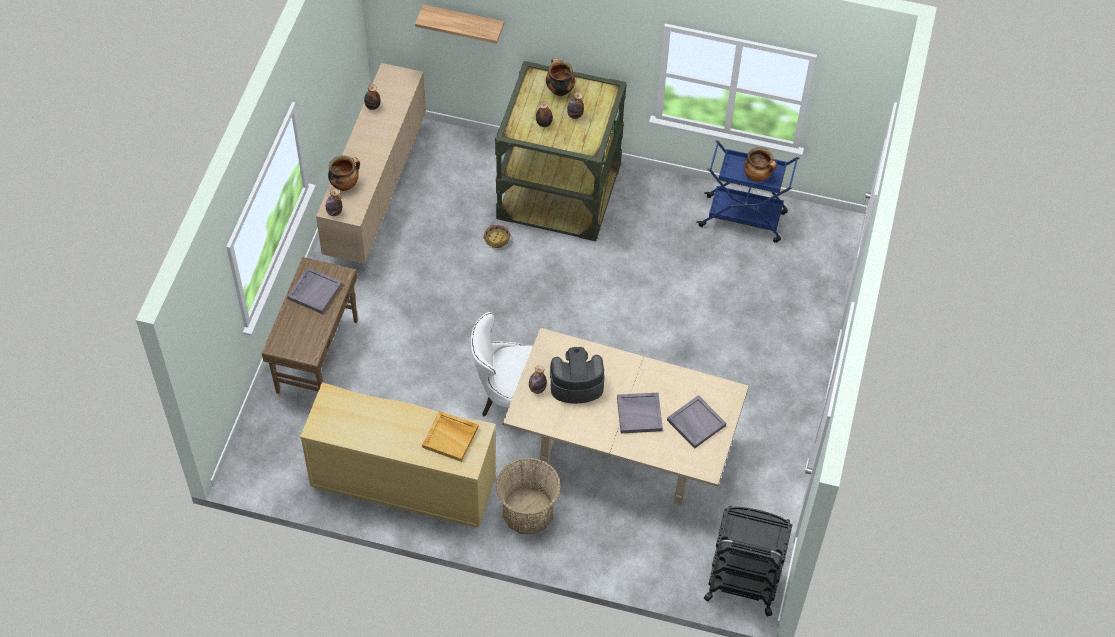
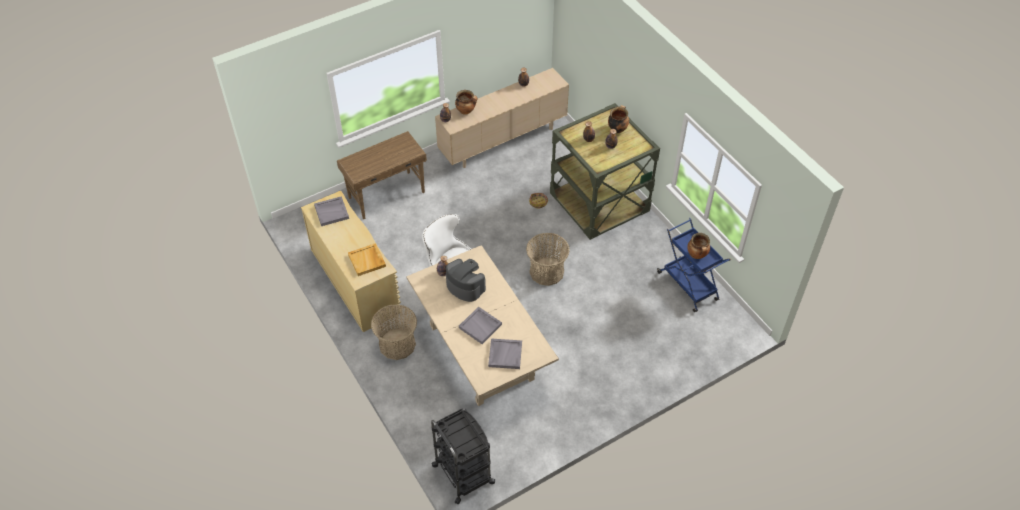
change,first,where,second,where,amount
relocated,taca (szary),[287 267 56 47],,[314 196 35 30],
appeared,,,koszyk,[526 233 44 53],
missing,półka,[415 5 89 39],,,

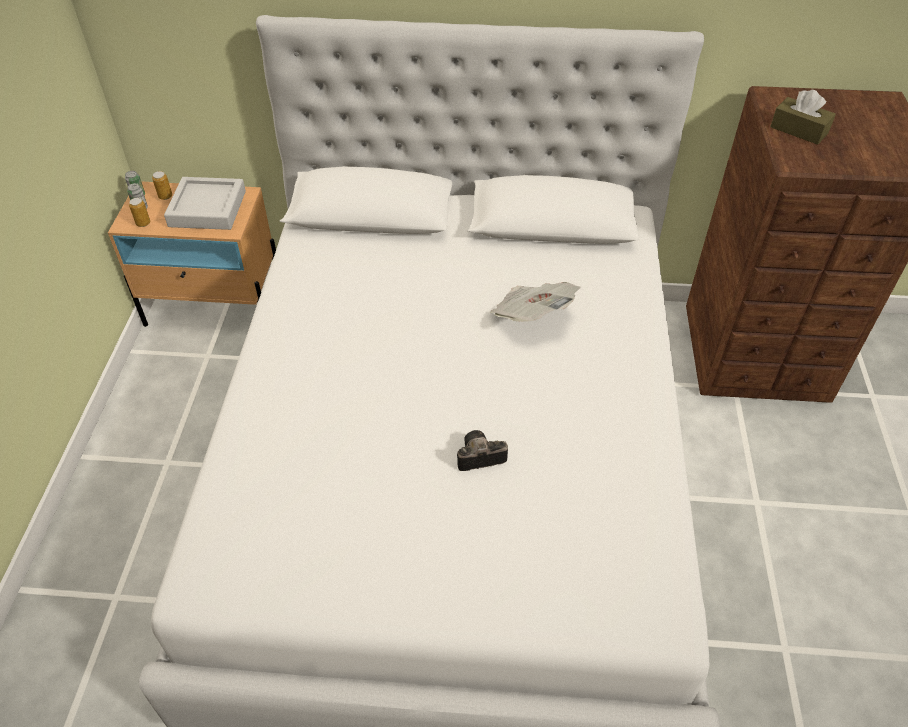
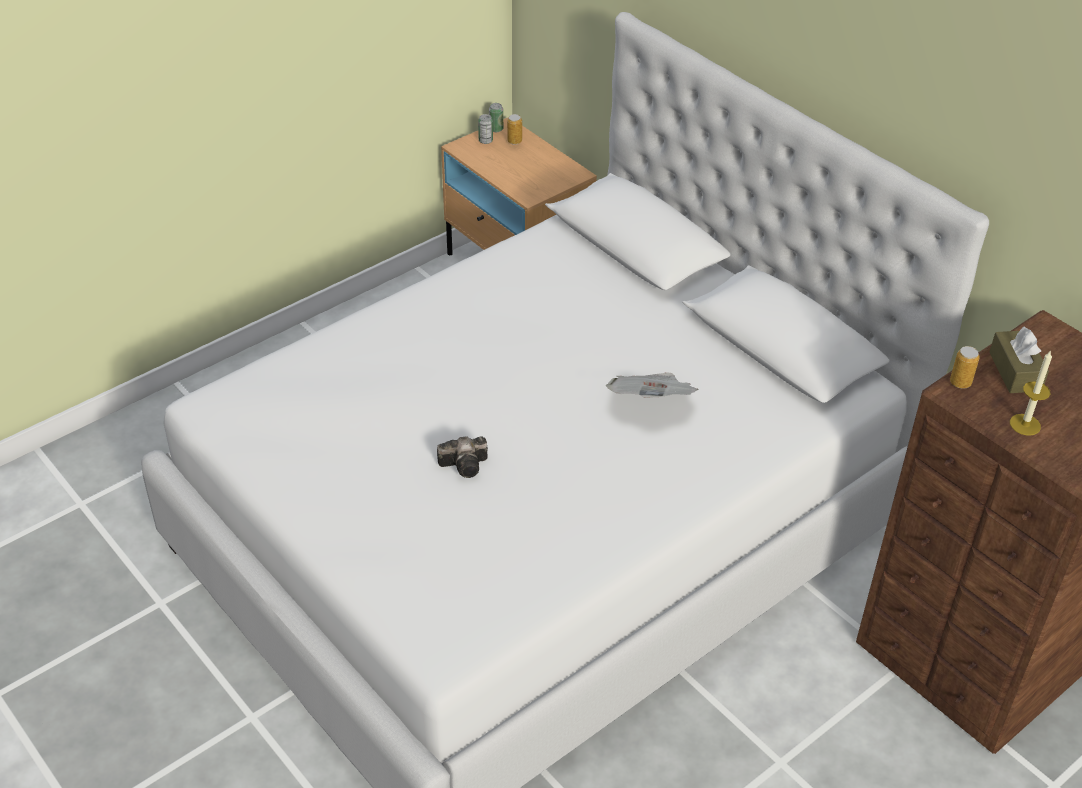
change,first,where,second,where,amount
spun,aparat fotograficzny,[457 430 51 41],,[437 436 51 42],135 degrees clockwise
relocated,puszka,[129 198 21 29],,[950 346 30 42],
appeared,,,świeca,[1010 350 42 86],
missing,taca (szary),[164 177 82 53],,,

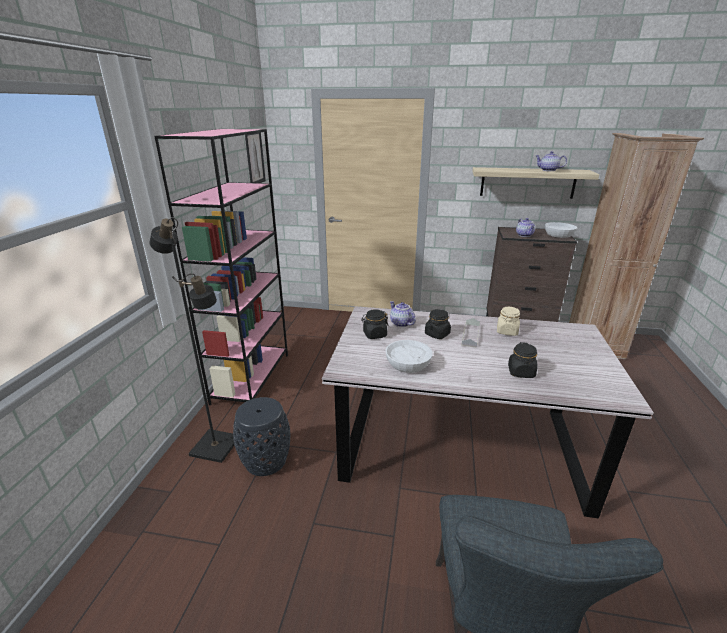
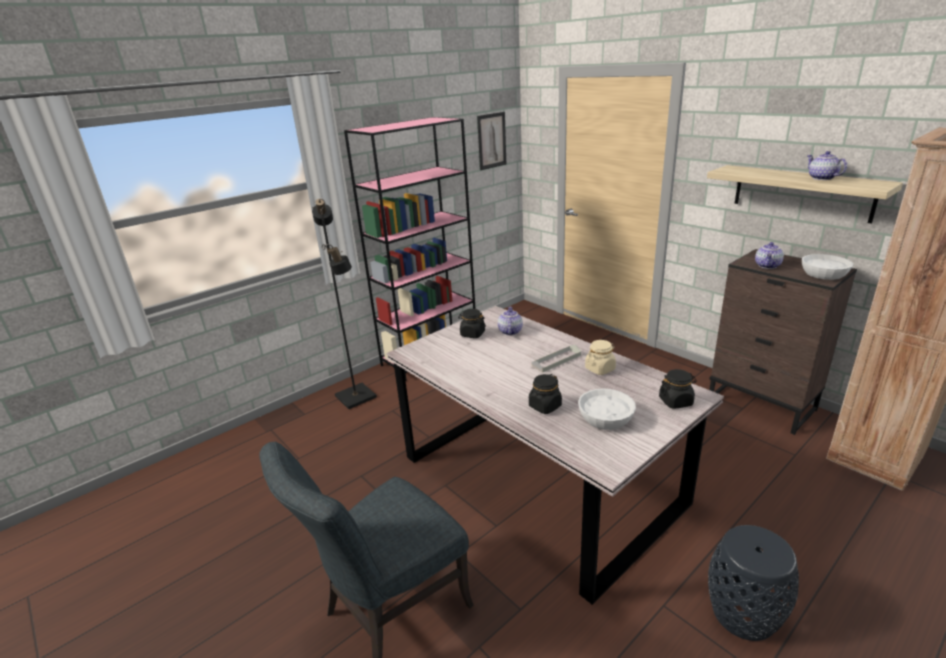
change,first,where,second,where,amount
relocated,miska (biały),[385 340 48 33],,[578 389 58 41],
relocated,słoik (czarny),[425 309 26 30],,[659 369 38 40],
relocated,stołek (czarny),[233 397 58 79],,[708 525 91 116],

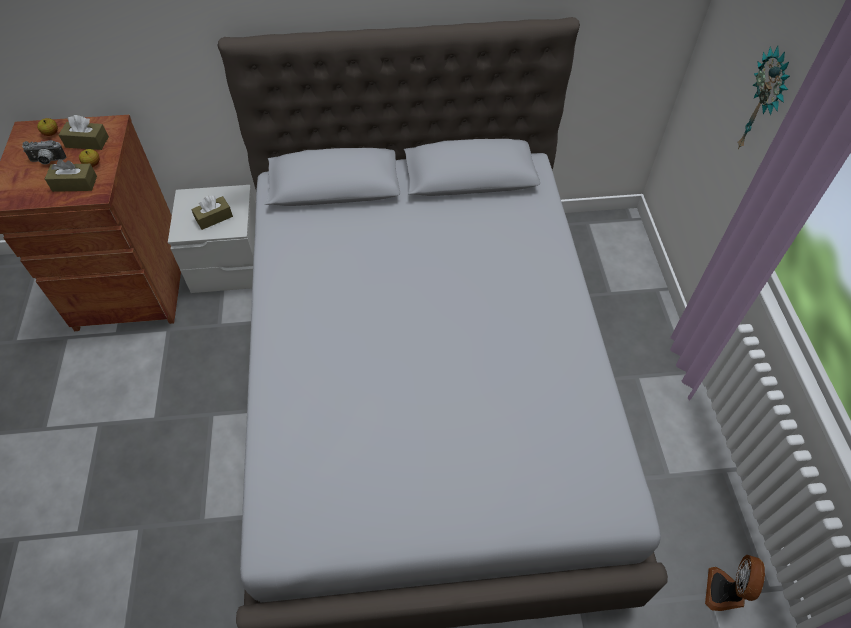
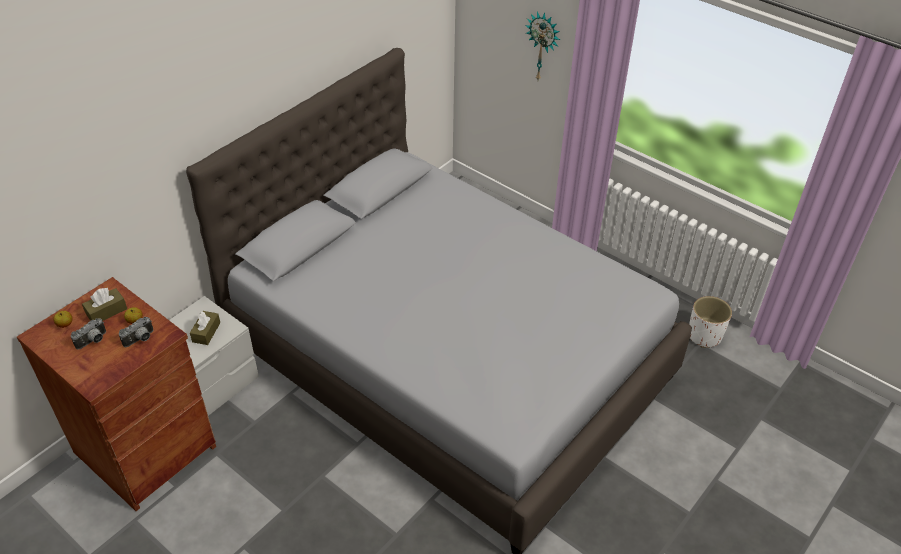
change,first,where,second,where,amount
exchanged,pudełko chusteczek (brązowy),[45 159 52 33],aparat fotograficzny,[119 317 35 30],
exchanged,wentylator,[705 555 60 56],donica (biały),[689 296 43 52],

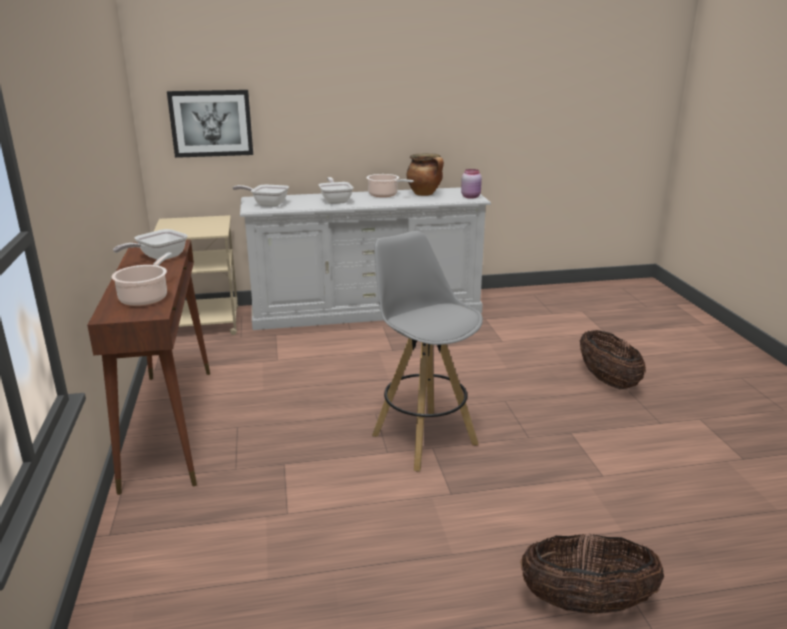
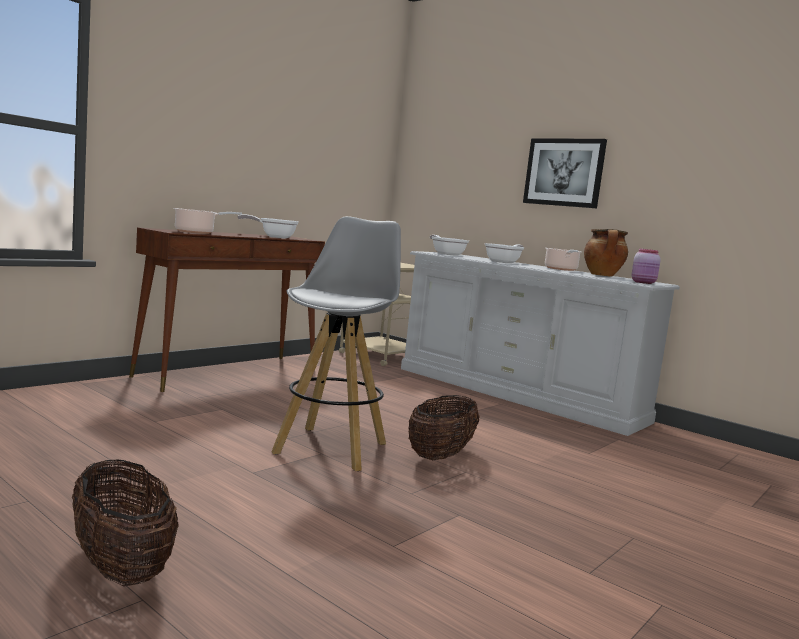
change,first,where,second,where,amount
relocated,koszyk,[580 330 66 59],,[408 395 72 65],
relocated,obraz,[167 90 86 68],,[523 138 84 70],

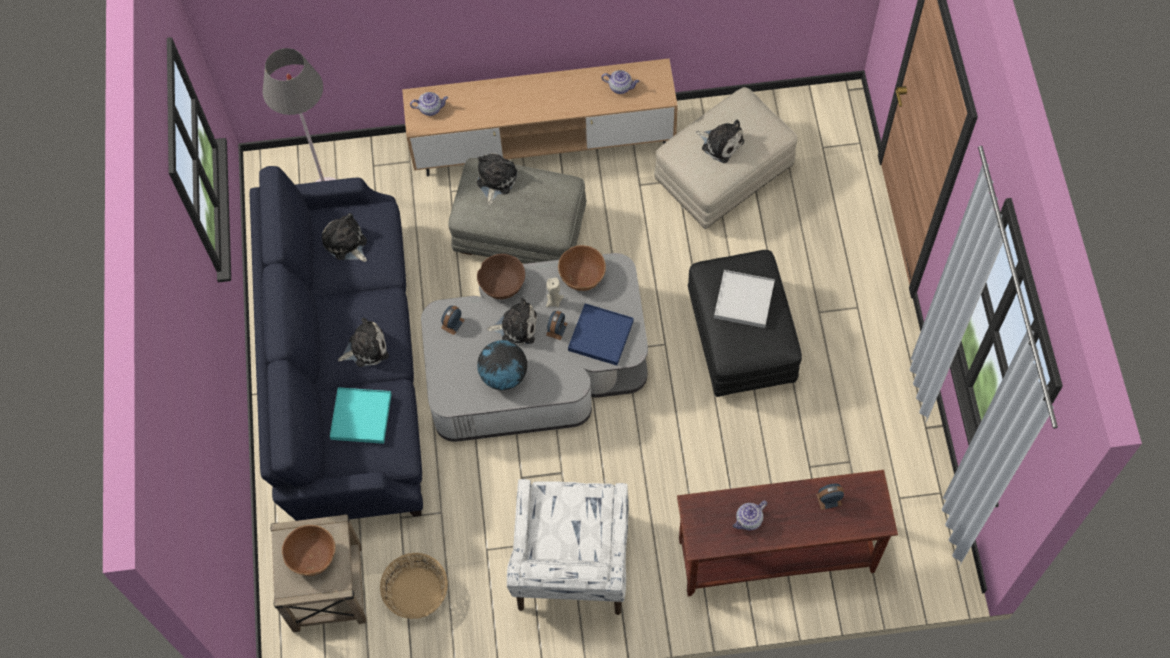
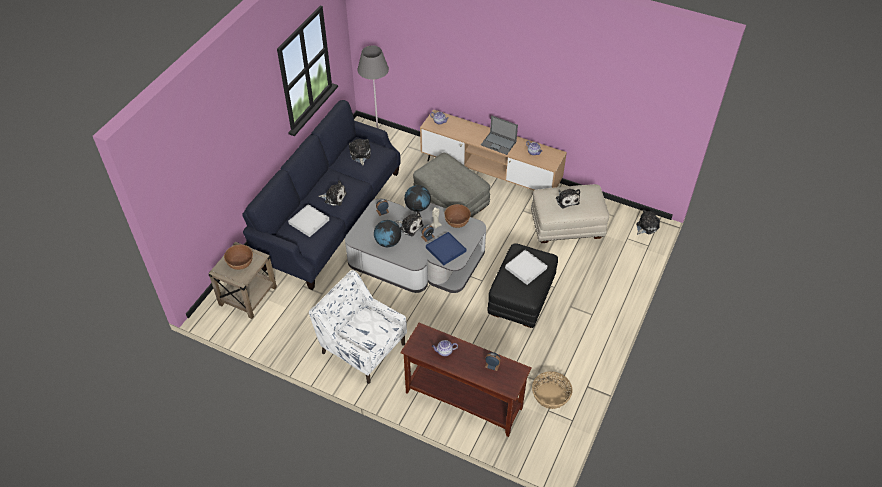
change,first,where,second,where,amount
colour,taca (turkusowy),[330 387 61 57],taca (biały),[288 204 41 33],
spun,fotel (biały),[507 479 122 136],,[309 270 98 114],90 degrees clockwise
exchanged,miska (brązowy),[477 254 48 45],globus,[404 185 27 27],
appeared,,,laptop,[481 115 37 40],
relocated,koszyk,[380 553 68 66],,[532 372 40 37],
relocated,pluszak,[477 153 40 52],,[636 210 24 25],

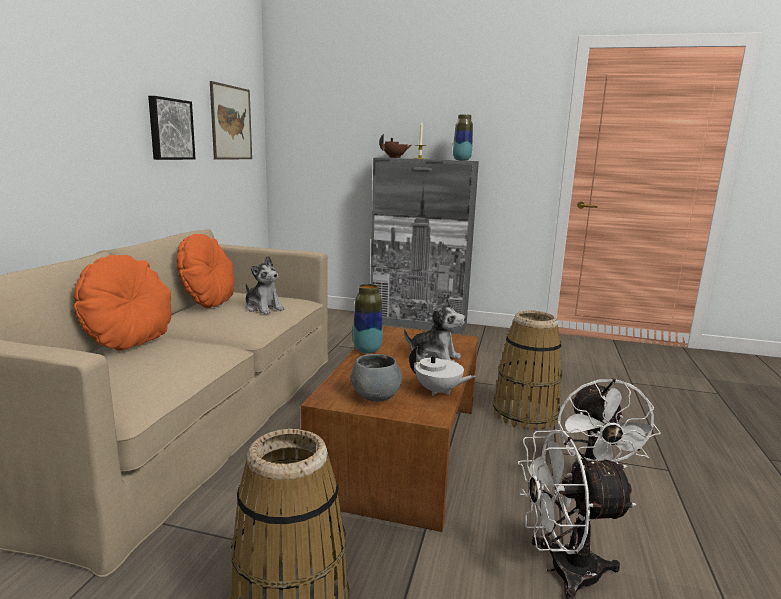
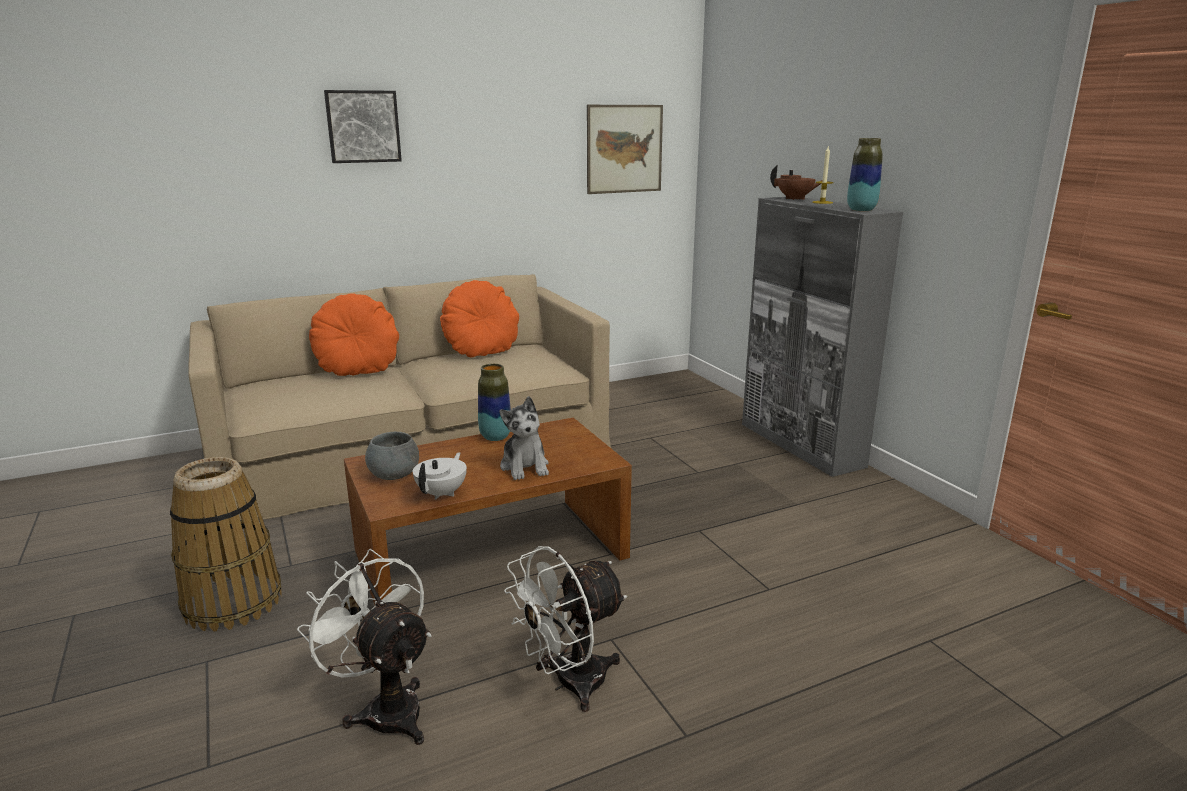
change,first,where,second,where,amount
relocated,obraz,[148 96 48 64],,[324 90 78 73],
spun,imbryk (biały),[409 346 67 50],,[413 452 54 48],150 degrees counterclockwise
missing,pluszak,[245 256 40 58],,,
missing,koszyk,[493 311 69 119],,,

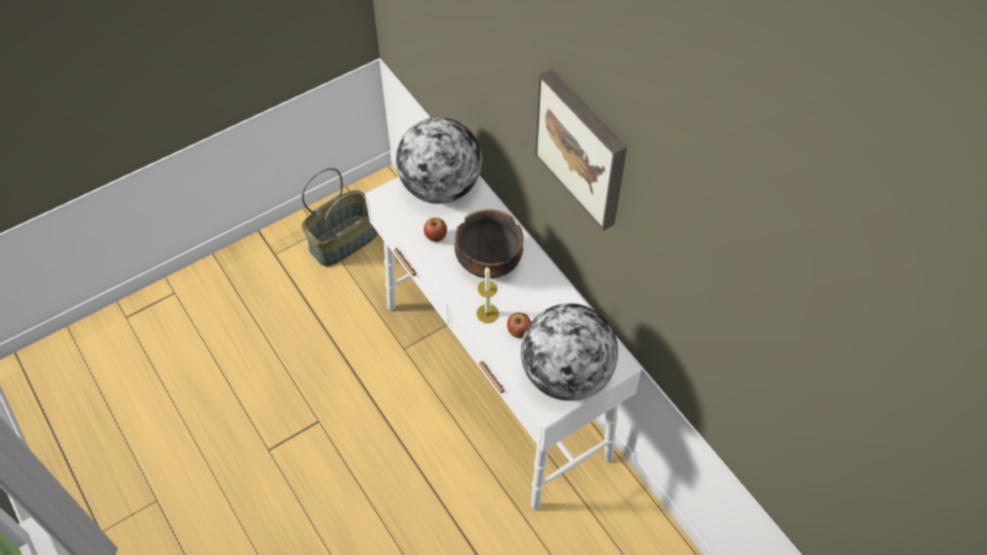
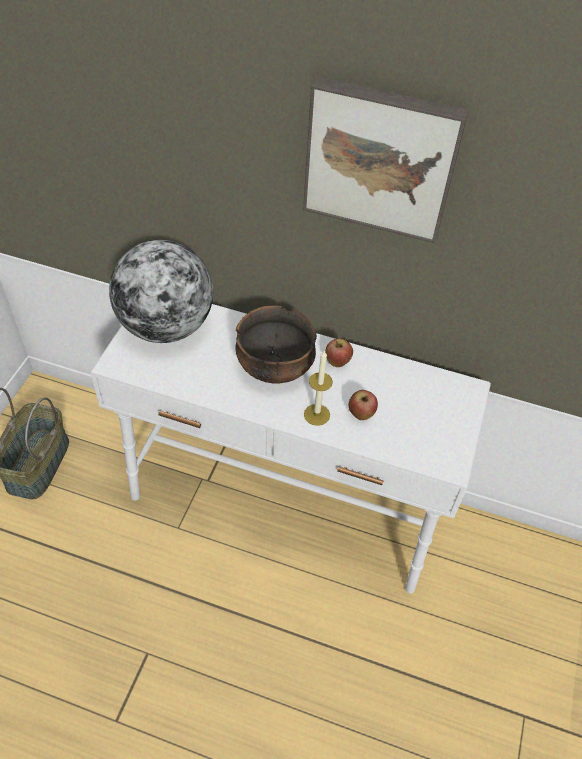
change,first,where,second,where,amount
relocated,jabłko,[424 218 23 24],,[325 338 28 29],
missing,globus,[521 303 97 98],,,

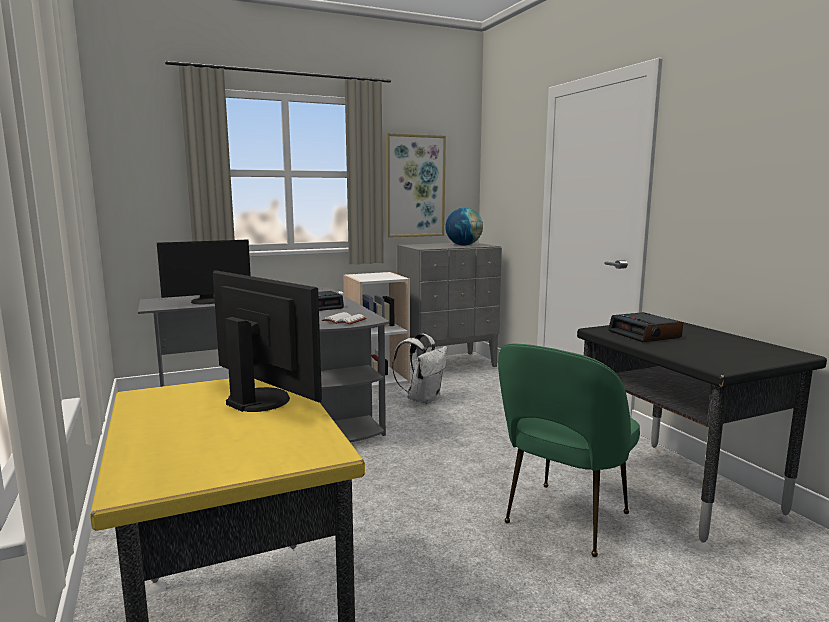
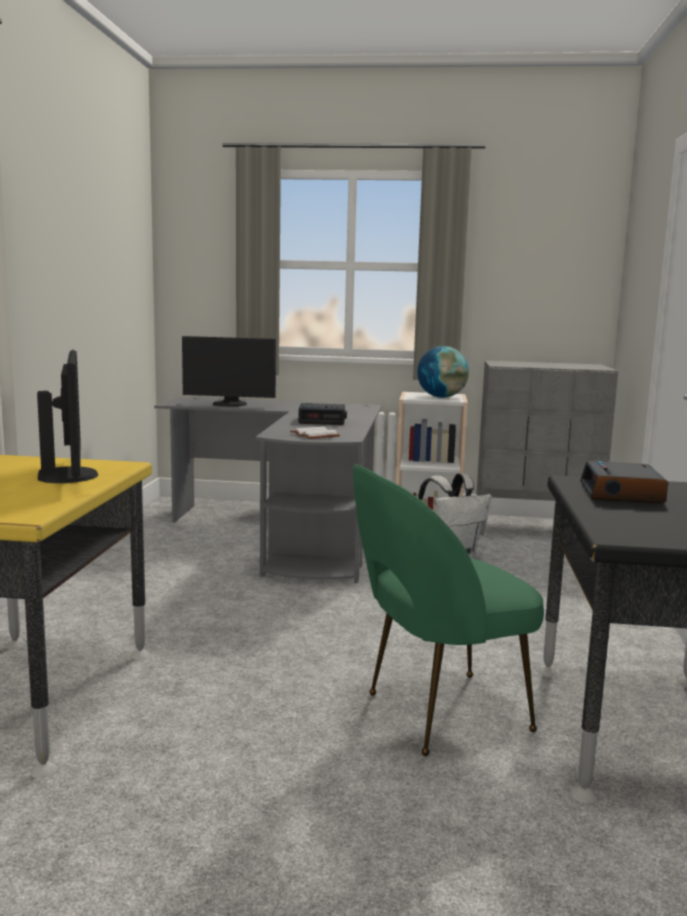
change,first,where,second,where,amount
relocated,globus,[445 208 38 38],,[417 346 52 52],
missing,obraz,[386 133 60 105],,,

